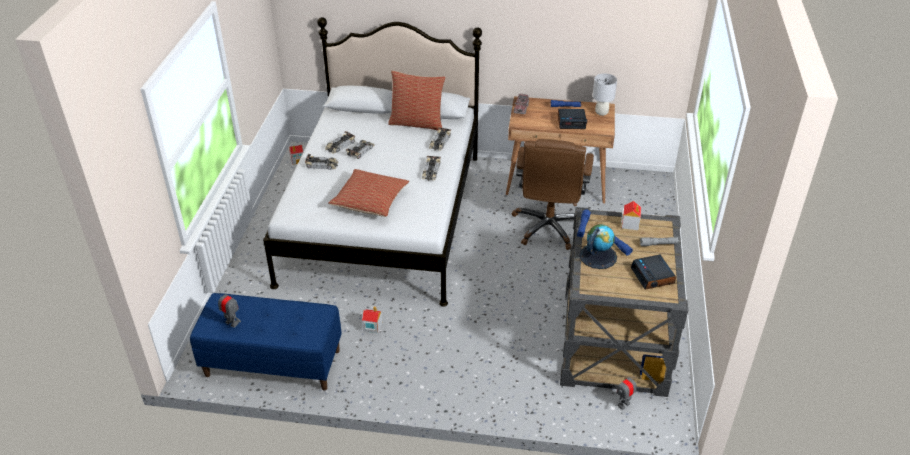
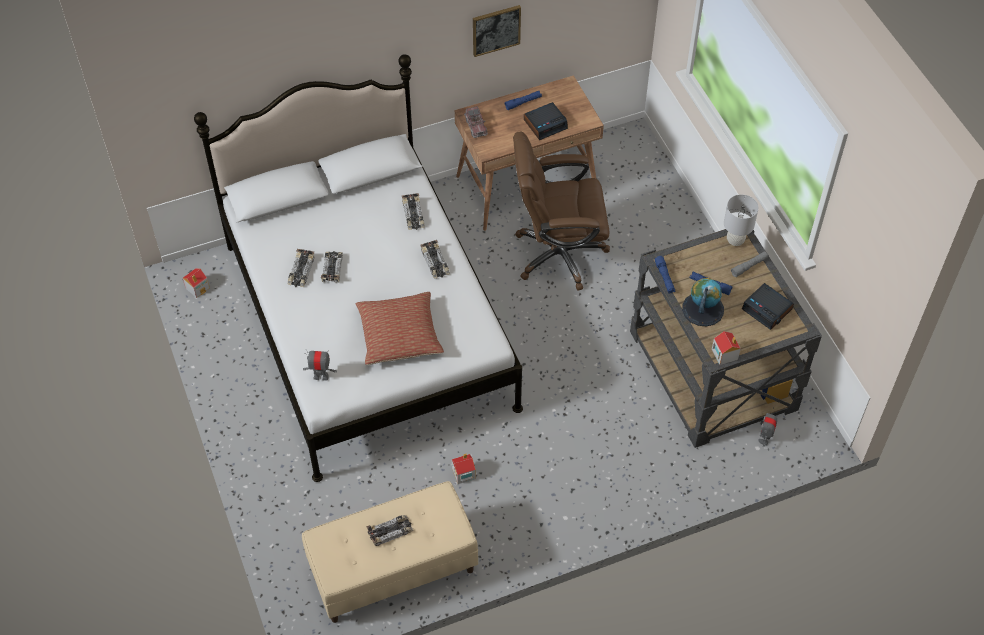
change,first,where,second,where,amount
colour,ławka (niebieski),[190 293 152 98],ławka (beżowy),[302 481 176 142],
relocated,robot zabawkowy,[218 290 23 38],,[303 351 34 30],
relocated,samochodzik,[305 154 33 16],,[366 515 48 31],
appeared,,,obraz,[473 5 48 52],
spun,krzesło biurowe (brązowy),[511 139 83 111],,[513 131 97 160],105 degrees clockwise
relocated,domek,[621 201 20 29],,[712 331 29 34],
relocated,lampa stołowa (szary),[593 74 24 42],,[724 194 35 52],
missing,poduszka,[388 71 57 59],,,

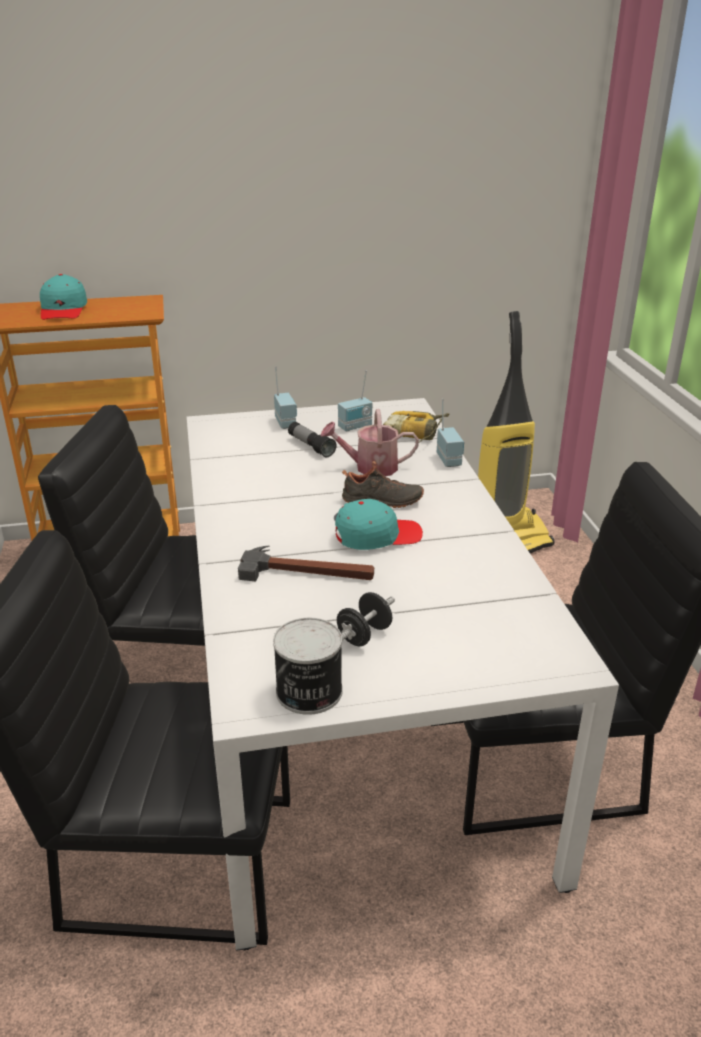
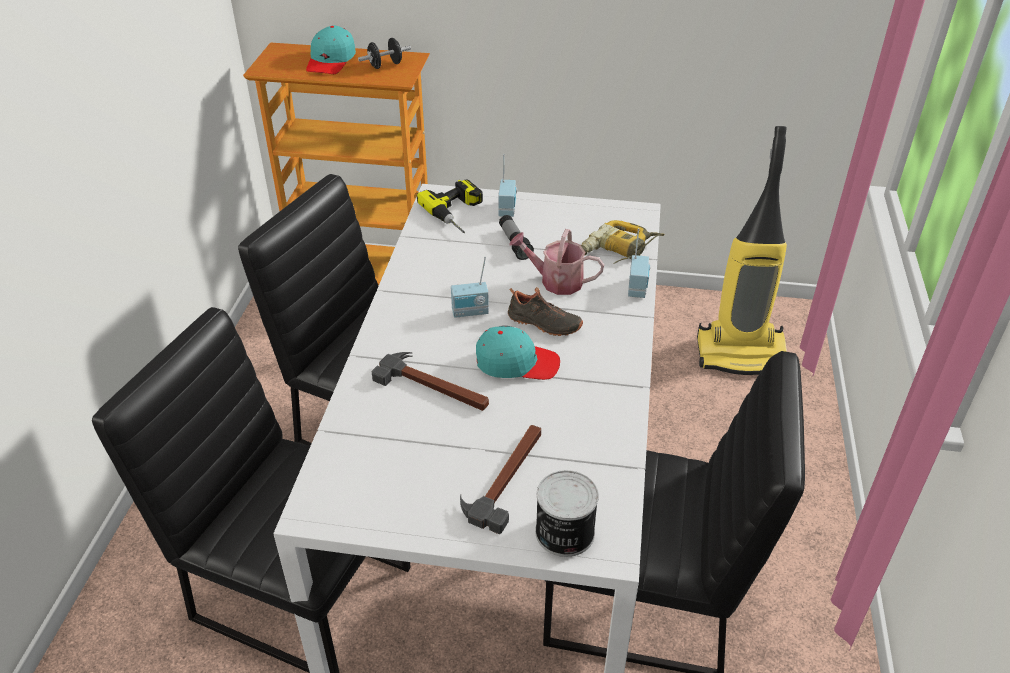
change,first,where,second,where,amount
relocated,hantel (czarny),[337 592 58 54],,[358 38 53 31],
appeared,,,wiertarka,[417 179 66 54],
relocated,radio,[338 370 34 62],,[451 256 38 62],
appeared,,,młotek,[460 425 81 109],
relocated,puszka,[273 618 70 97],,[535 470 64 87],

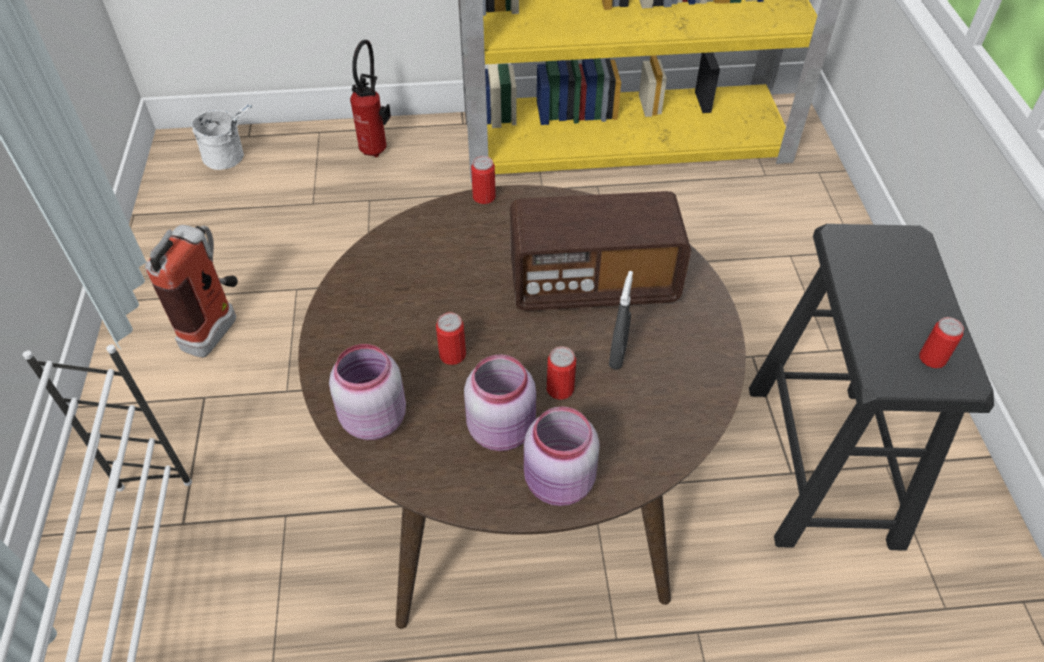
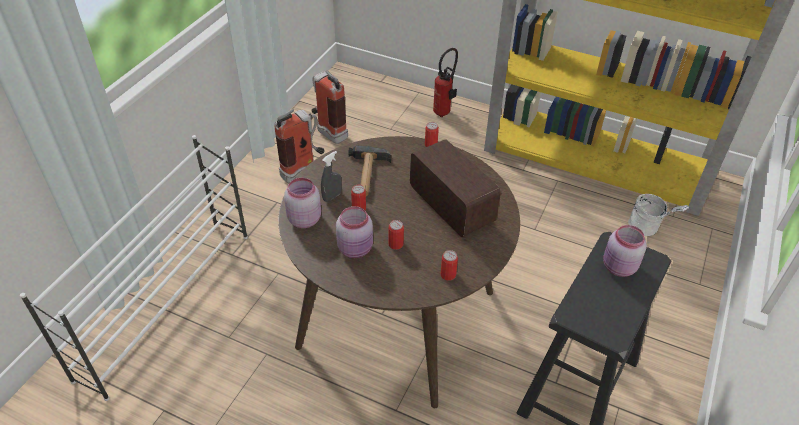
change,first,where,second,where,amount
appeared,,,gaśnica,[312 71 36 73],
relocated,spryskiwacz (szary),[609 271 24 99],,[321 151 20 51],
appeared,,,młotek,[349 146 42 50],
spun,radio,[510 191 181 120],,[410 139 91 98],150 degrees counterclockwise
relocated,puszka,[919 317 45 51],,[441 250 17 31],
relocated,słoik (różowy),[524 407 76 99],,[603 225 44 52],
relocated,wiadro (biały),[192 104 60 66],,[628 194 62 42],

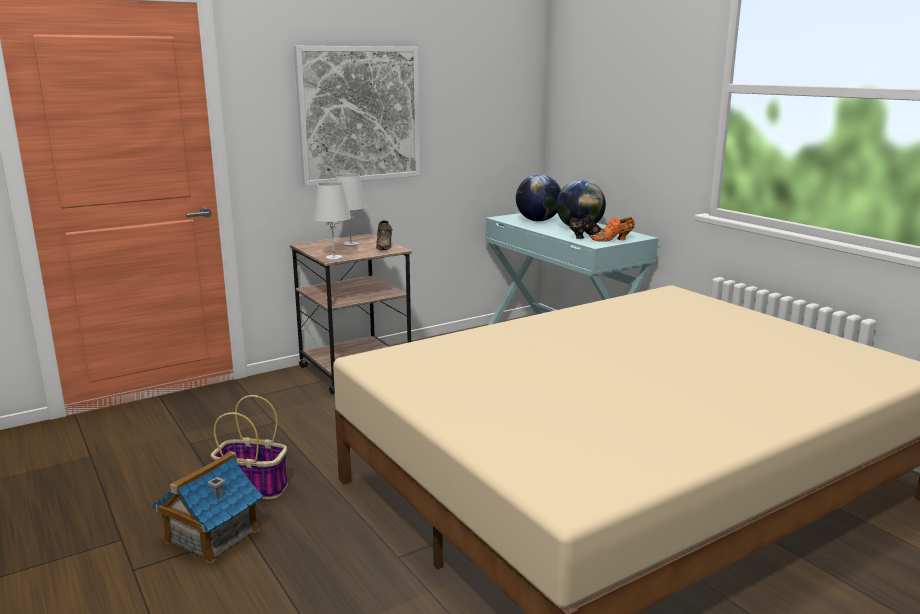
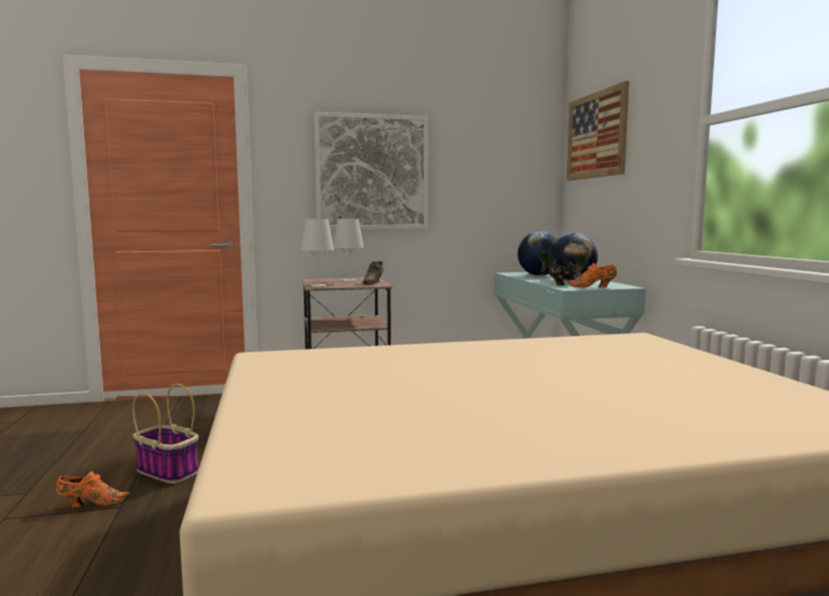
change,first,where,second,where,amount
exchanged,domek,[152 451 111 112],but (pomarańczowy),[56 471 74 37],
appeared,,,obraz,[567 81 62 100],

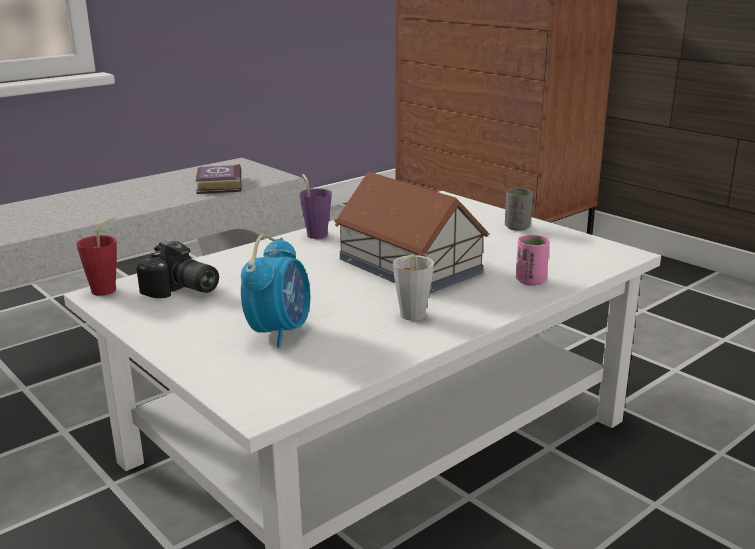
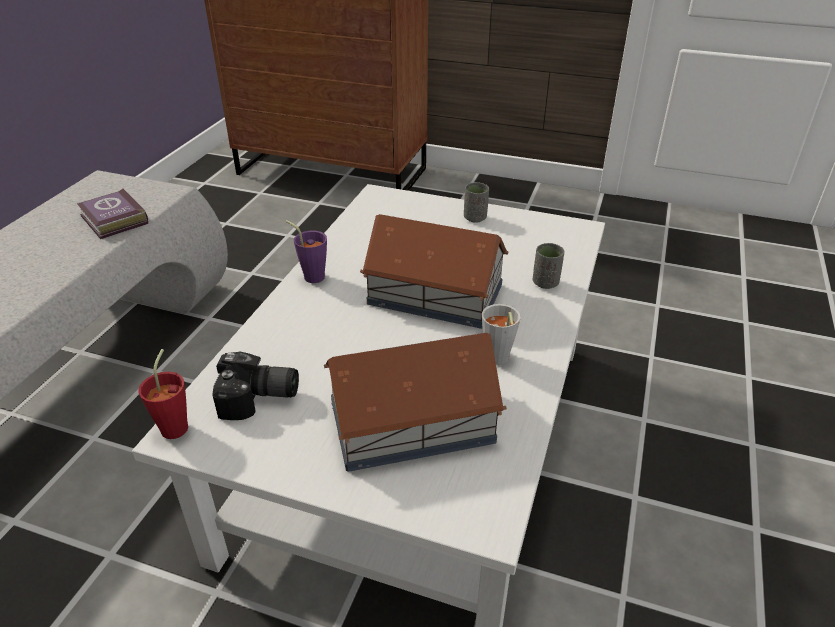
change,first,where,second,where,amount
exchanged,budzik,[241 234 69 114],domek,[324 333 183 139],
colour,filiżanka (różowy),[516 235 34 51],filiżanka (szary),[533 243 31 46],

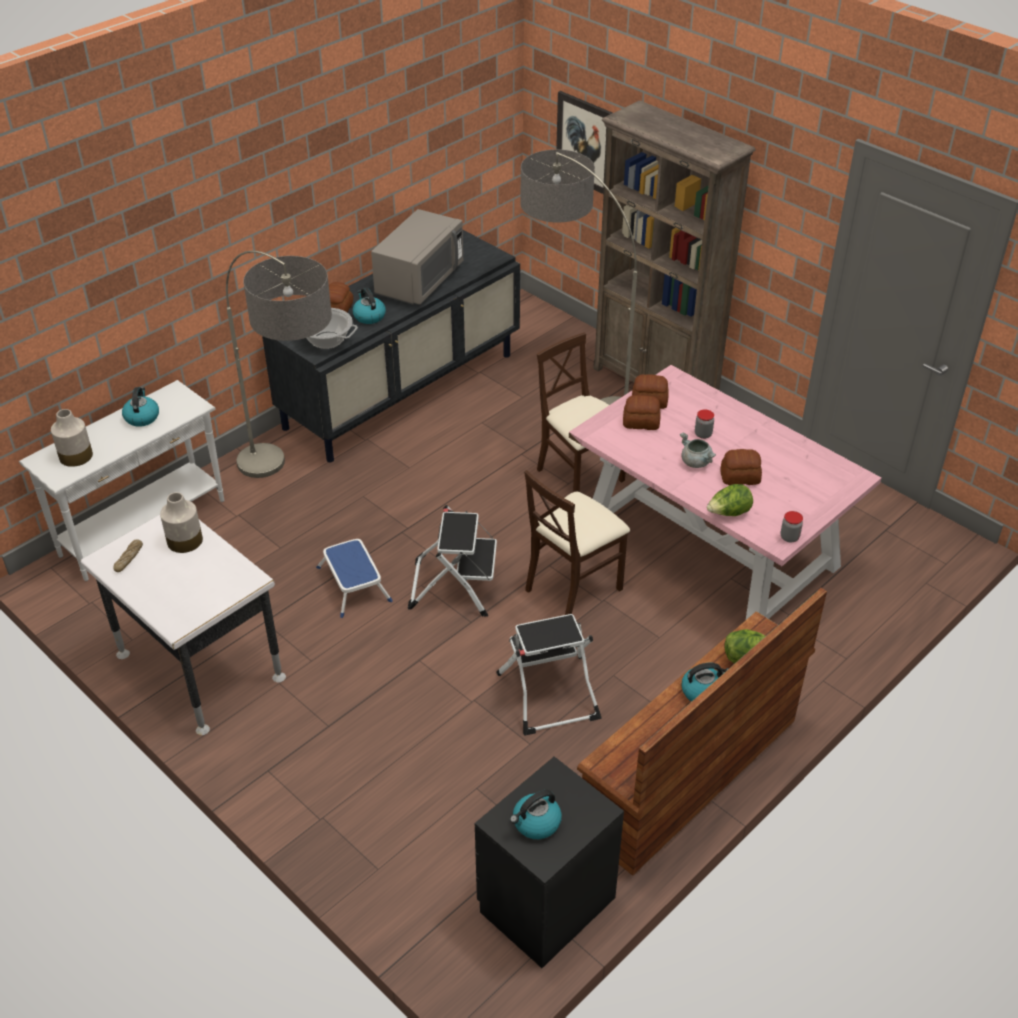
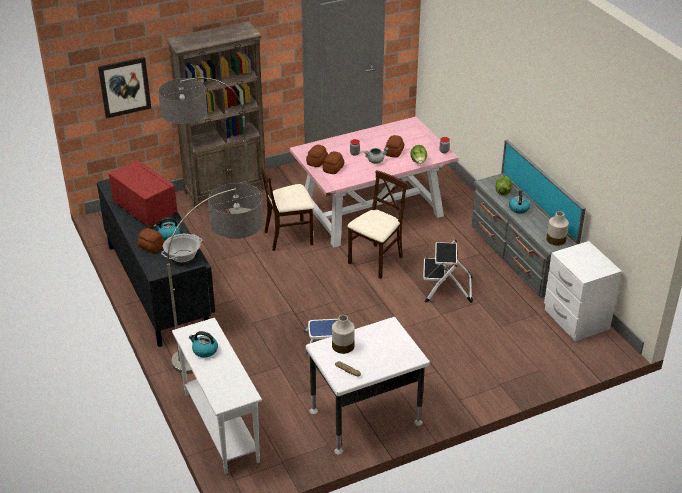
change,first,where,second,where,amount
colour,mikrofalówka (szary),[371 209 92 96],mikrofalówka (czerwony),[109 160 68 67],
spun,krzesło (beżowy),[524 470 106 145],,[347 170 60 109],120 degrees counterclockwise
colour,komoda (brązowy),[577 588 250 288],komoda (szary),[472 140 114 159],
colour,szafka nocna (czarny),[475 756 149 212],szafka nocna (biały),[544 241 78 100],
relocated,wazon (beżowy),[51 409 42 58],,[546 211 23 35],
missing,drabinka,[408 505 89 112],,,
missing,czajnik,[510 790 52 49],,,

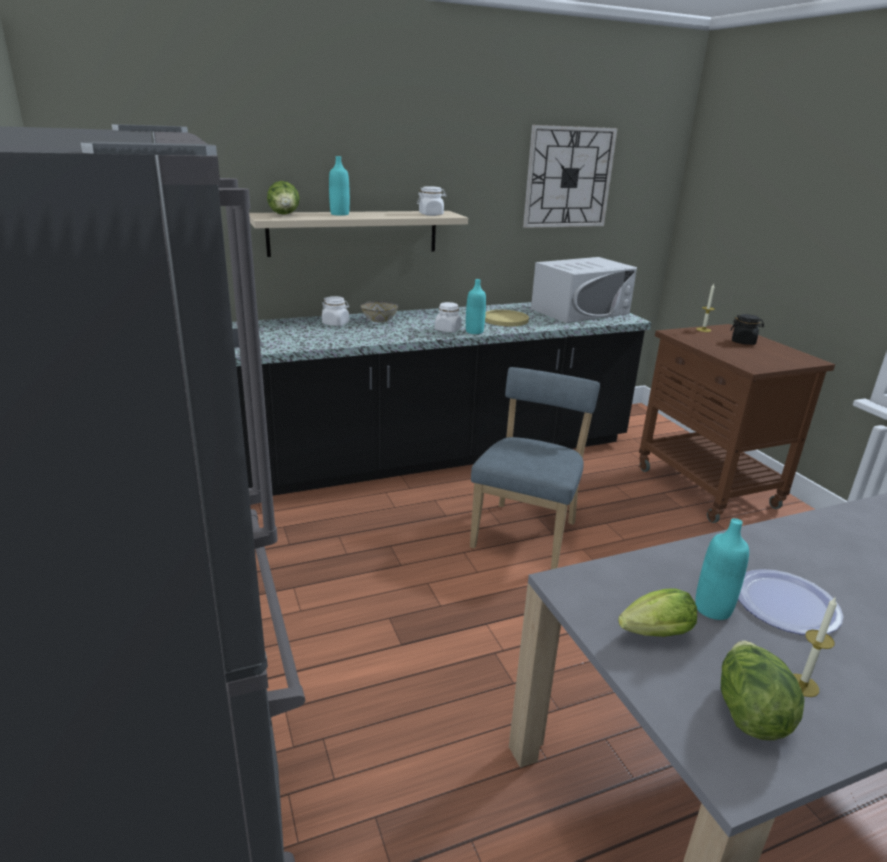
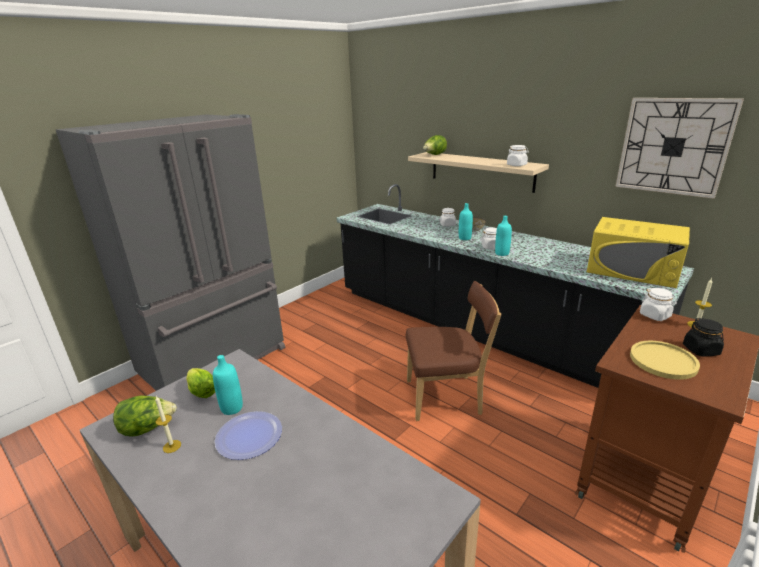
change,first,where,second,where,amount
colour,krzesło (niebieski),[470 367 130 202],krzesło (brązowy),[406 281 95 140],
relocated,butelka (turkusowy),[329 156 21 60],,[459 203 14 37],
colour,mikrofalówka (biały),[531 257 106 66],mikrofalówka (żółty),[587 217 103 71],
relocated,talerz (żółty),[485 310 44 16],,[630 340 70 40],
appeared,,,słoik (biały),[640 288 37 33],

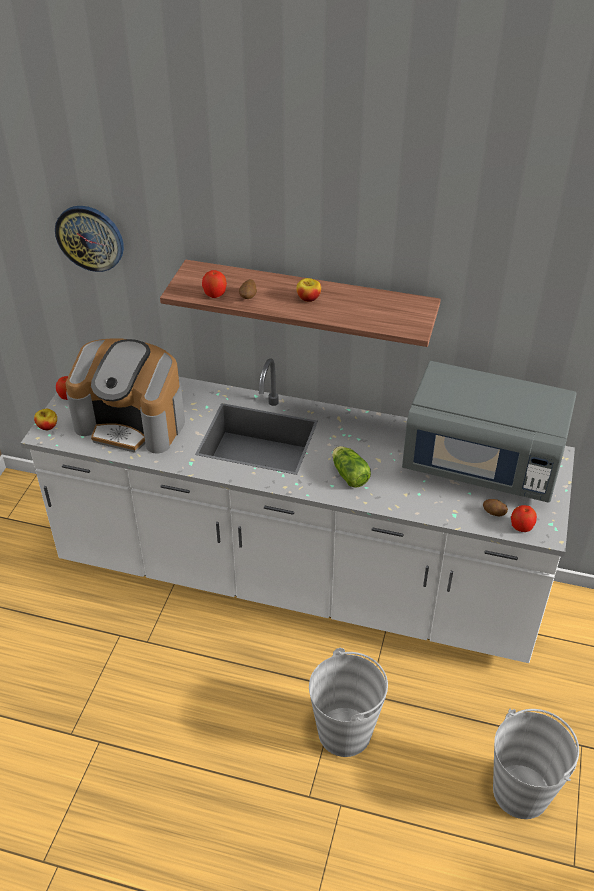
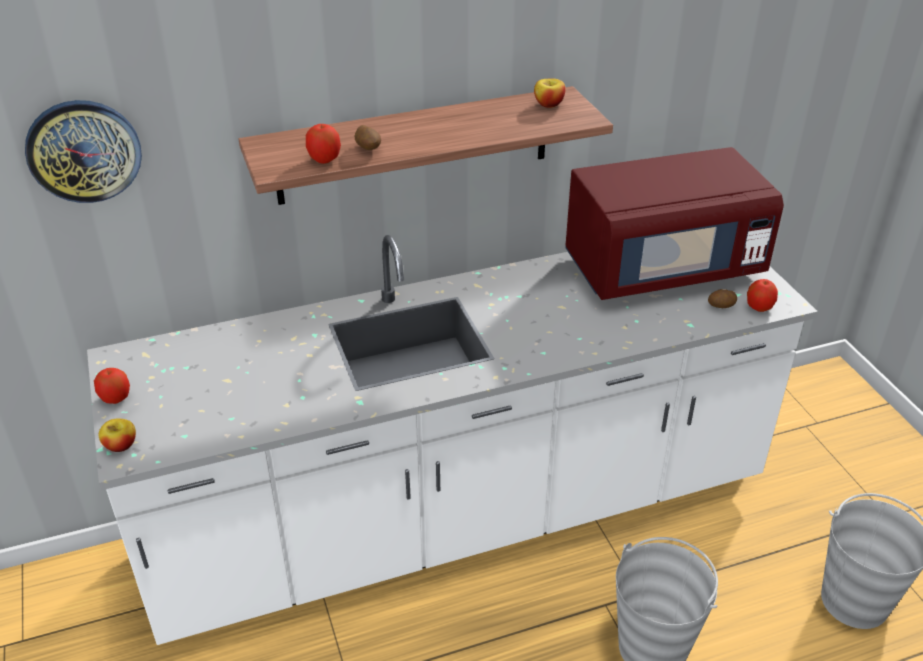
change,first,where,second,where,amount
relocated,jabłko,[296 278 25 24],,[534 79 32 29],
colour,mikrofalówka (szary),[402 361 175 142],mikrofalówka (czerwony),[565 147 219 153],
missing,ekspres do kawy,[66 338 119 116],,,
missing,sałata,[332 446 39 42],,,

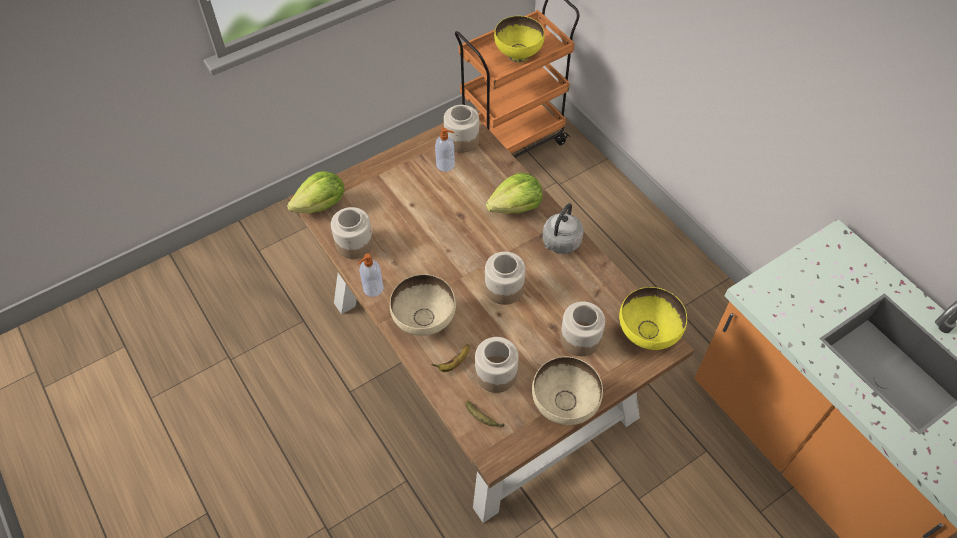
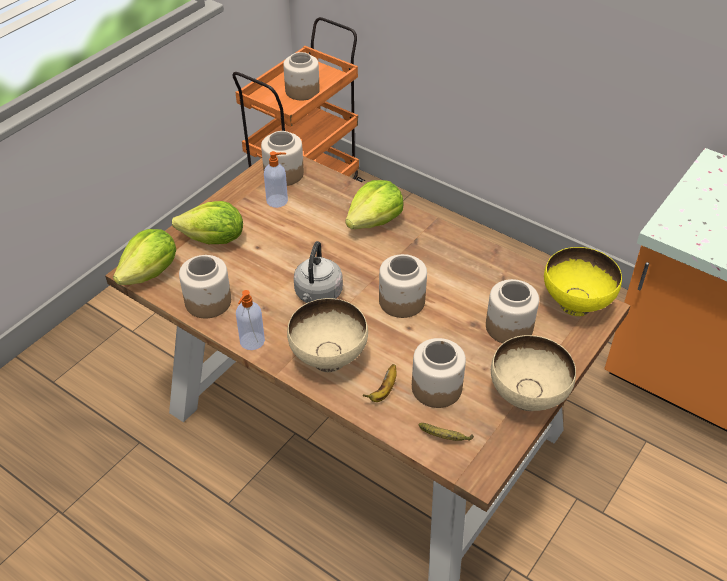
change,first,where,second,where,amount
appeared,,,sałata,[172 201 71 43],
exchanged,miska (żółty),[494 16 51 47],słoik,[283 52 37 48],
relocated,czajnik (szary),[543 203 40 51],,[294 241 49 62],

